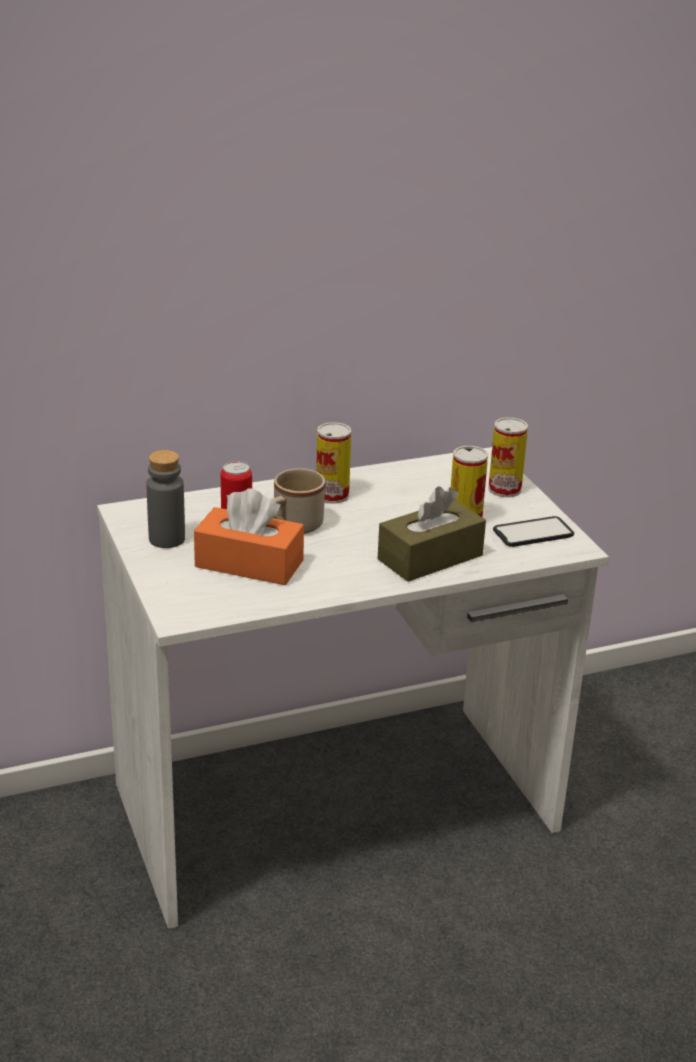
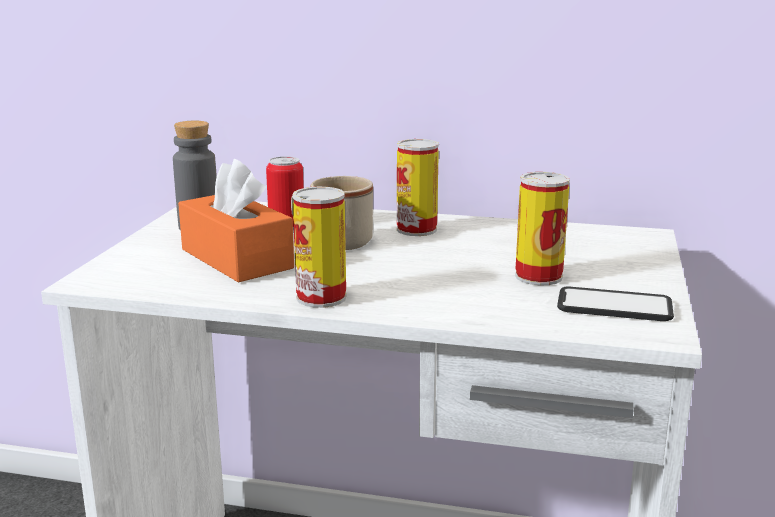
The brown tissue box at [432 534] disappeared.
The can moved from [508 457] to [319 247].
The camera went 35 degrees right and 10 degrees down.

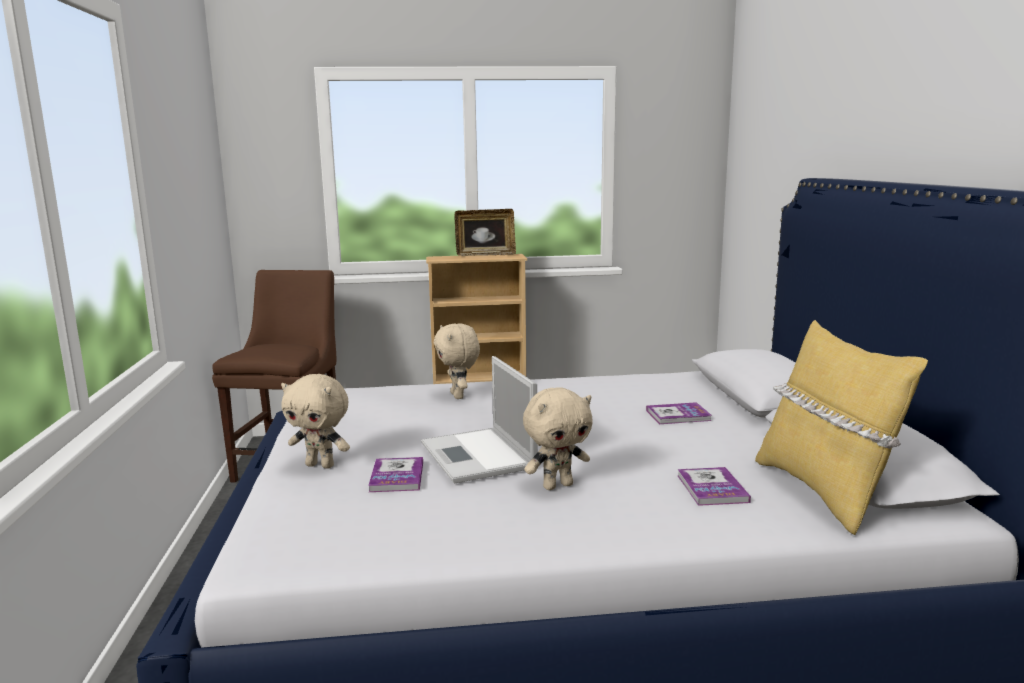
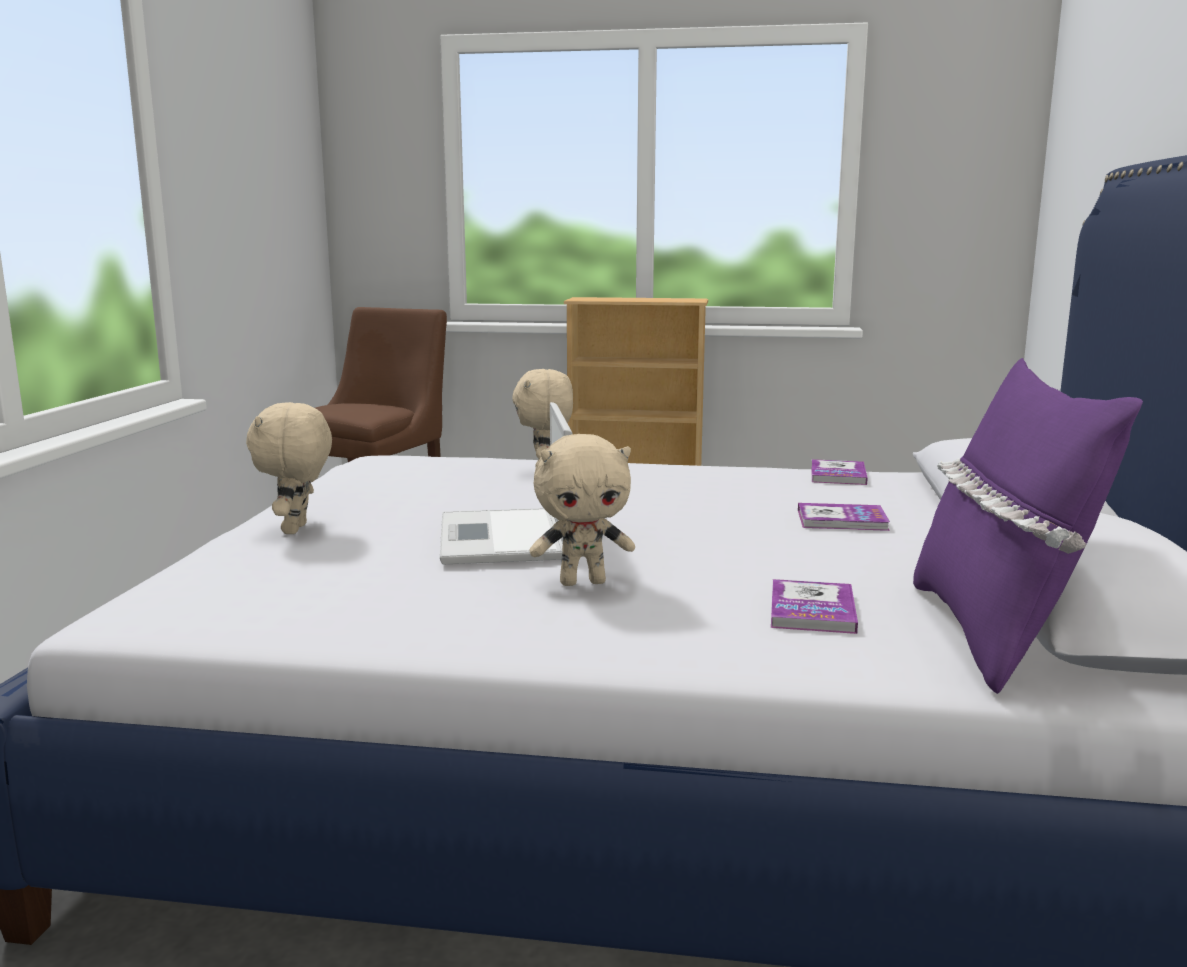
The picture frame at [485 232] disappeared.
The book moved from [395 474] to [839 472].
The yellow pillow at [841 427] became the purple pillow at [1028 526].
The beige plush toy at [315 421] turned 60 degrees clockwise.
The camera went 15 degrees right and 0 degrees up.

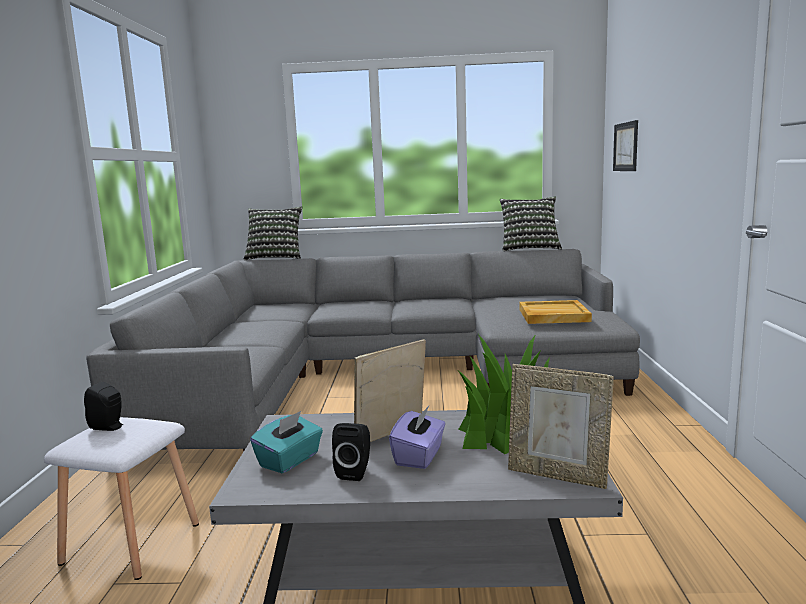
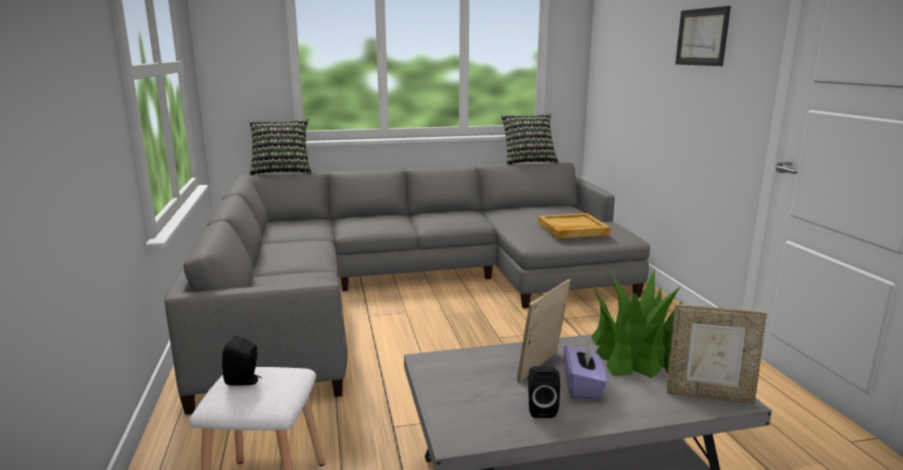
The turquoise tissue box at [286 442] disappeared.
The picture moved from [625 145] to [703 36].
The camera went 15 degrees left and 5 degrees up.

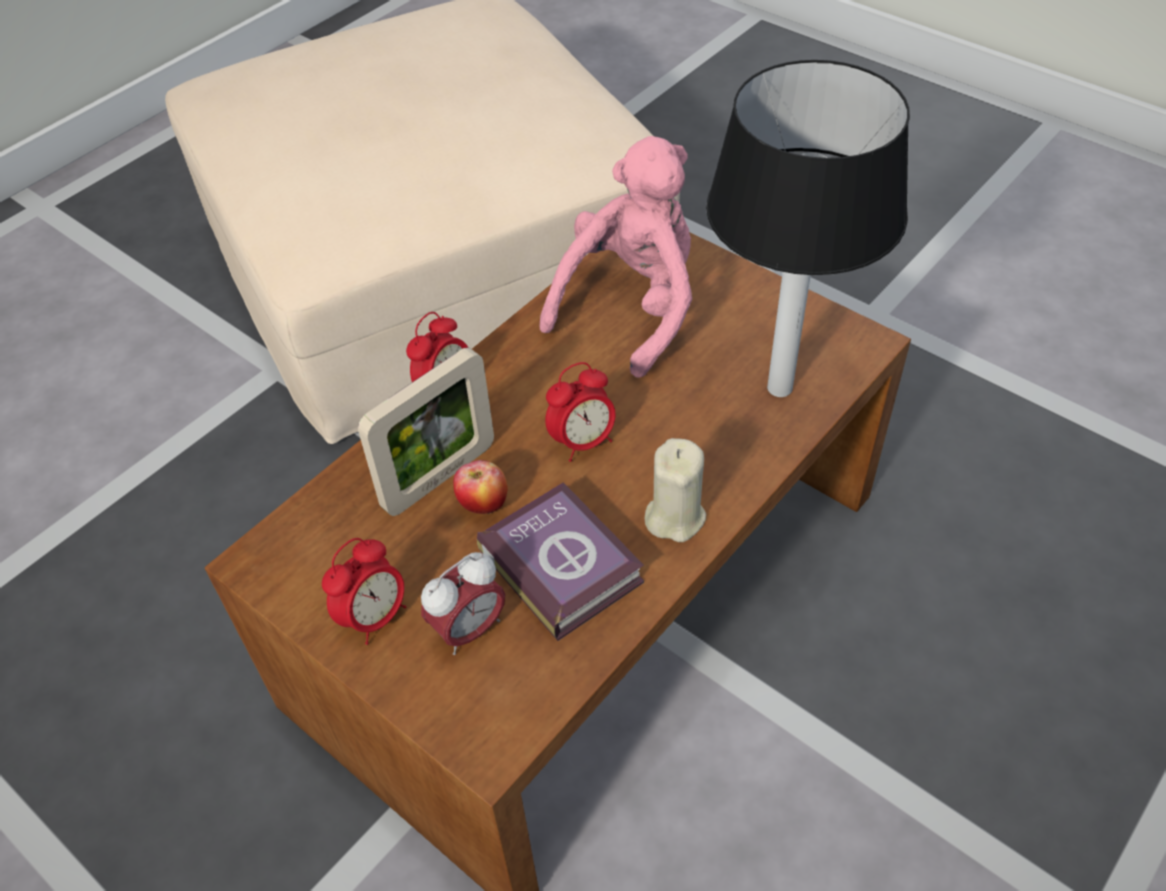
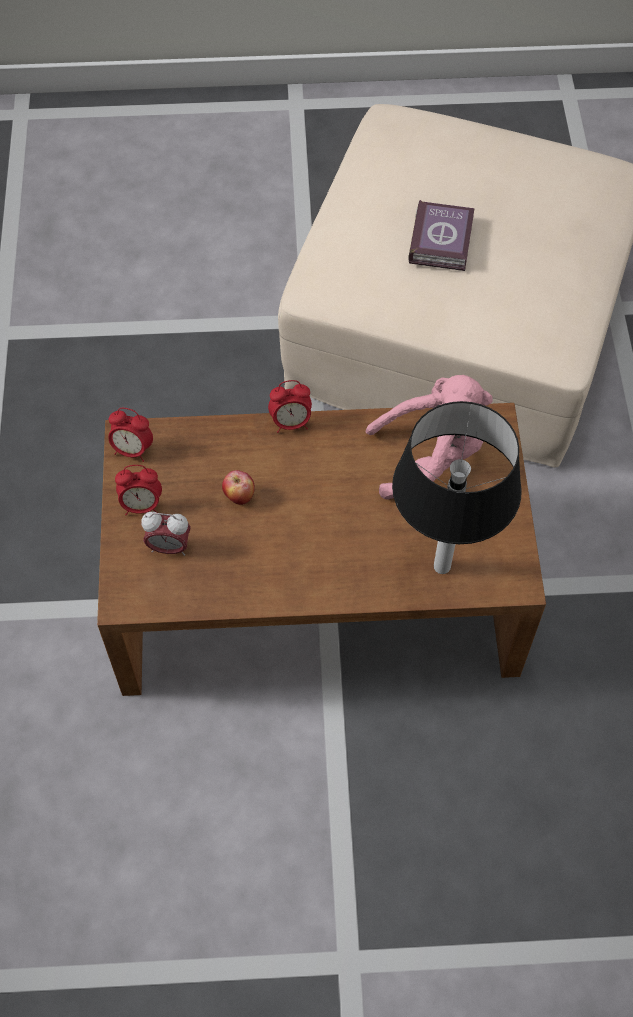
The picture frame at [426 432] disappeared.
The beige candle at [675 490] disappeared.
The book moved from [560 561] to [441 235].
The alarm clock moved from [580 412] to [130 435].
The camera went 45 degrees right and 10 degrees up.

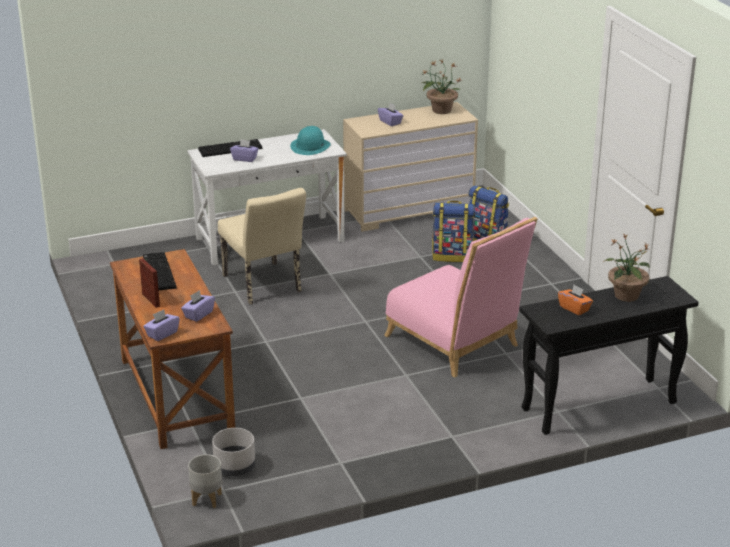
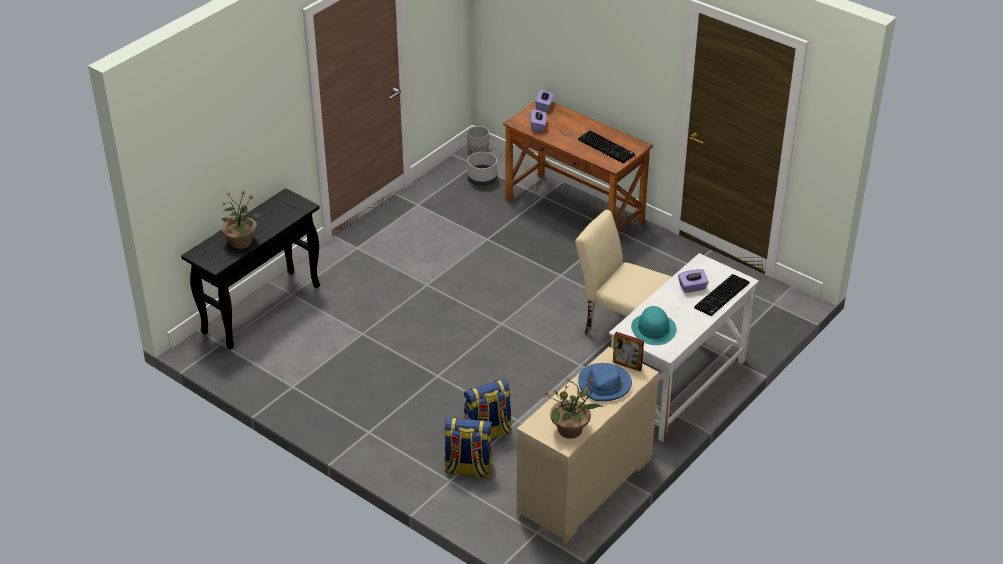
The pink chair at [461 297] disappeared.
The orange tissue box at [575 300] disappeared.
The picture frame moved from [149 283] to [628 351].
The purple tissue box at [390 114] was replaced by the blue hat at [605 382].
The camera went 150 degrees right and 10 degrees up.

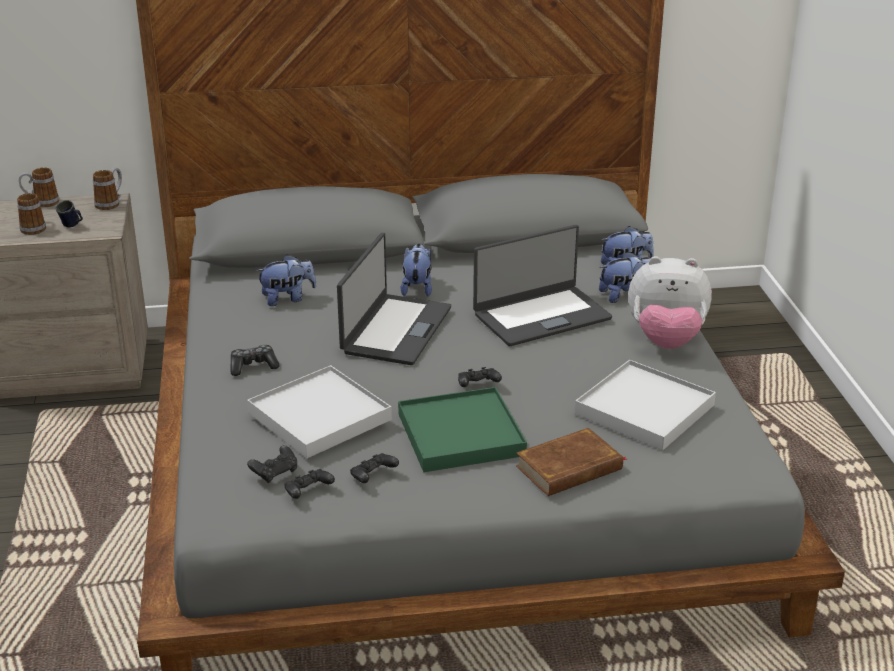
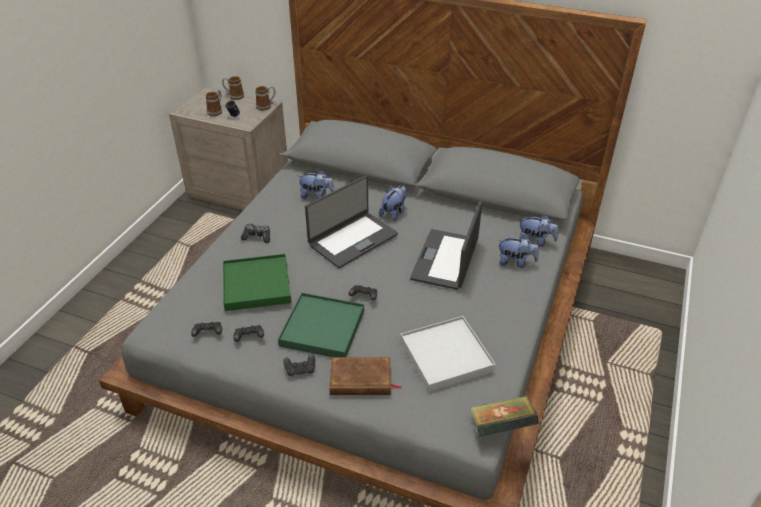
The plush toy at [670 302] disappeared.
The book at [504 416] appeared.
The black game controller moved from [272 464] to [299 365].
The white tray at [319 411] became the green tray at [257 282].
The laptop at [542 285] turned 105 degrees clockwise.
The camera went 30 degrees right and 10 degrees up.

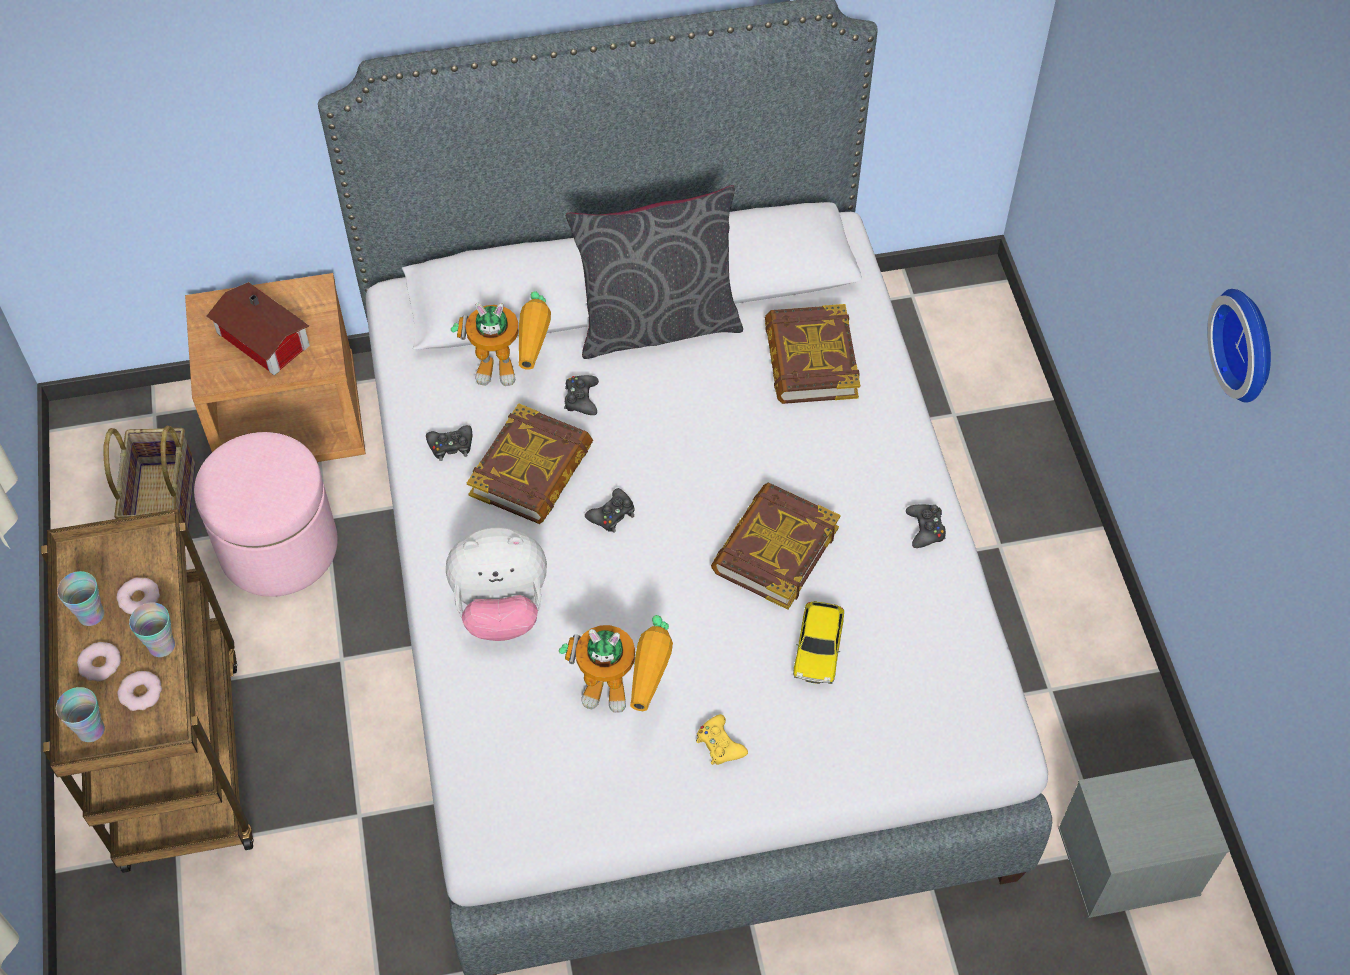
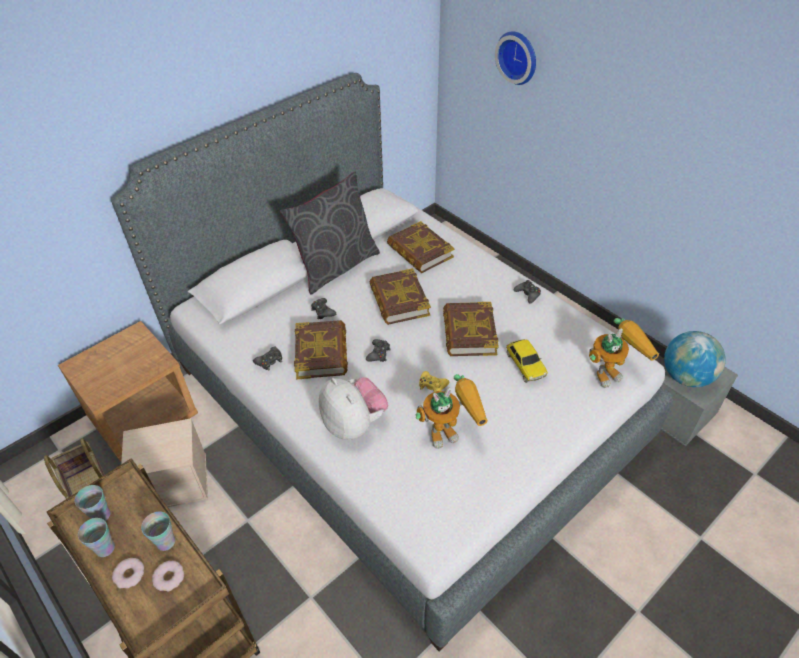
The donut at [138 596] disappeared.
The toy house at [258 328] disappeared.
The book at [400 296] appeared.
The globe at [695 359] appeared.
The cup moved from [80 714] to [93 503].
The toy robot moved from [501 338] to [624 353].
The yellow game controller moved from [722 739] to [434 381].
The wall clock moved from [1239 346] to [515 58].
The pink ottoman at [266 514] was replaced by the beige storage box at [164 462].
The plush toy at [496 584] turned 90 degrees counterclockwise.
The camera went 30 degrees left and 10 degrees down.

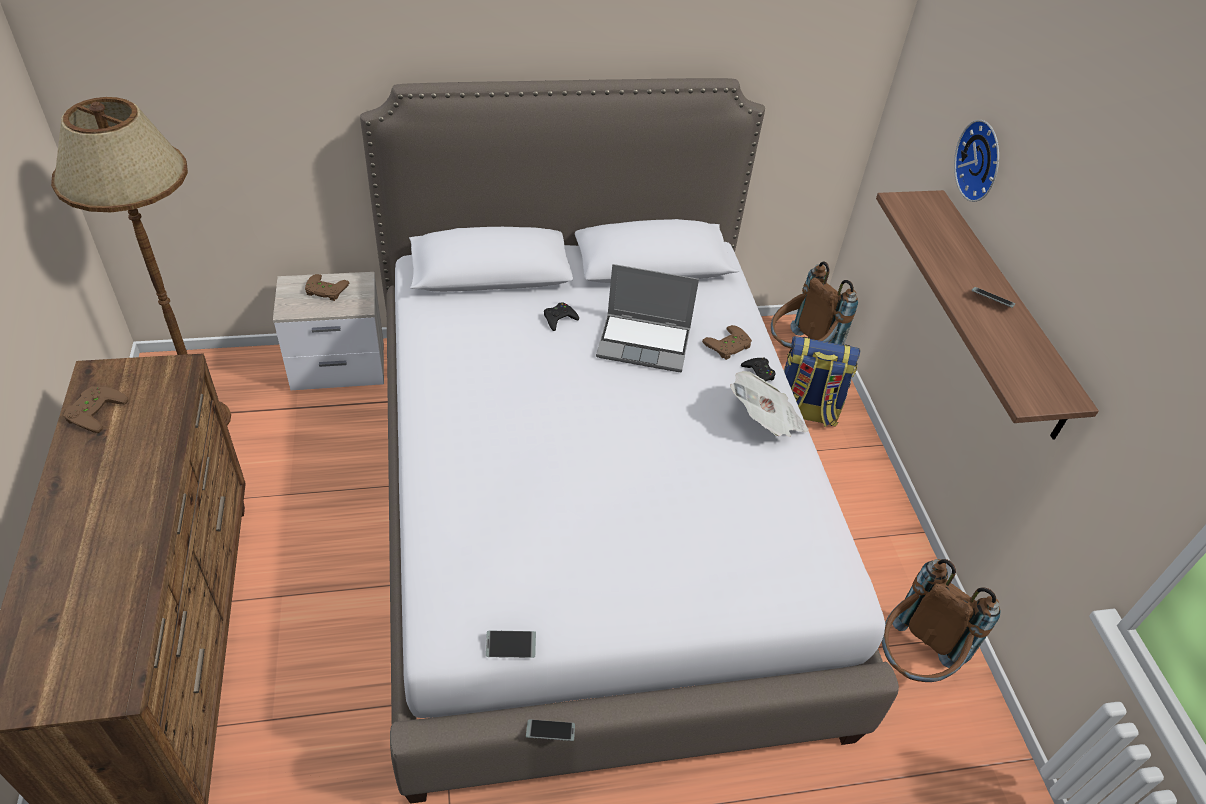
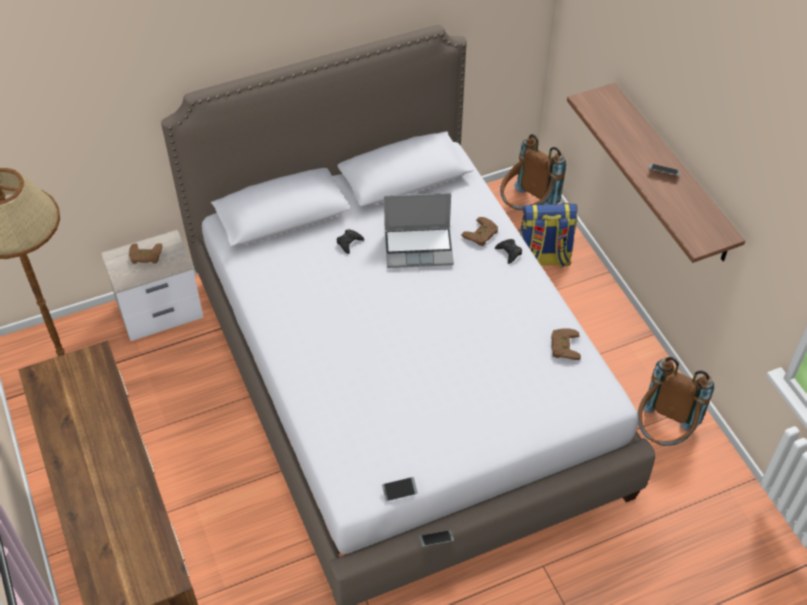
The newspaper at [769 404] disappeared.
The wall clock at [976 161] disappeared.
The brown game controller moved from [96 409] to [566 344].
The camera went 10 degrees left and 5 degrees up.

